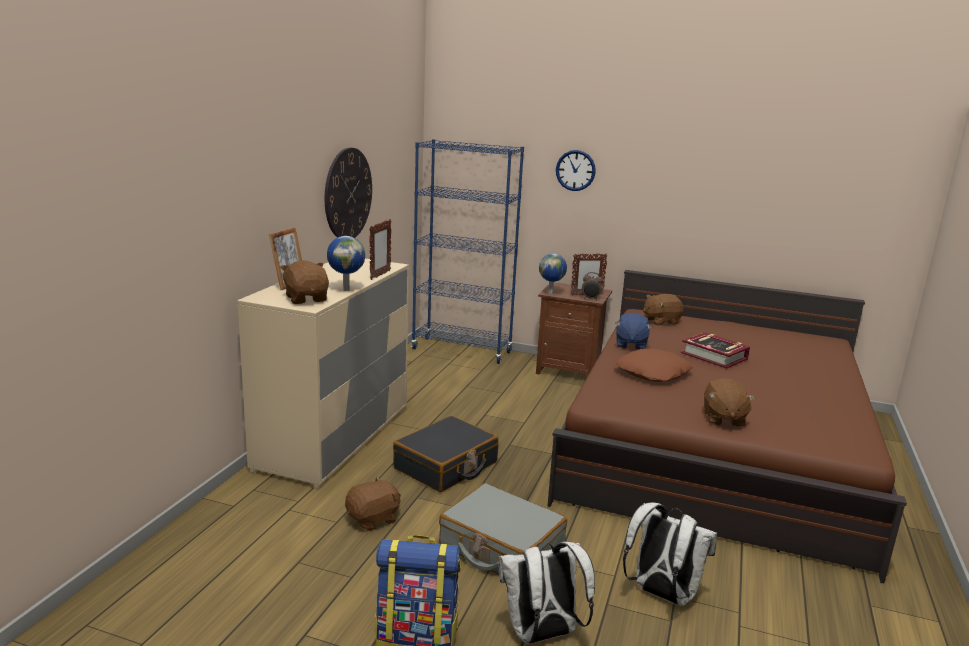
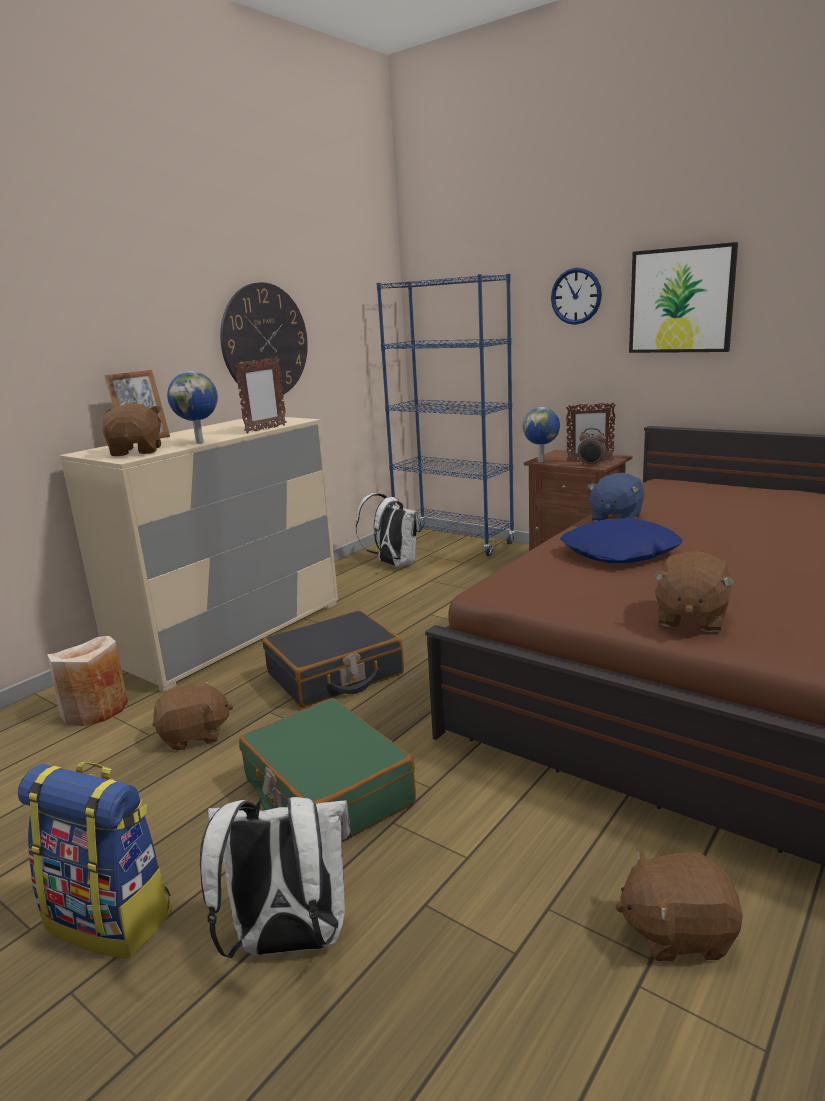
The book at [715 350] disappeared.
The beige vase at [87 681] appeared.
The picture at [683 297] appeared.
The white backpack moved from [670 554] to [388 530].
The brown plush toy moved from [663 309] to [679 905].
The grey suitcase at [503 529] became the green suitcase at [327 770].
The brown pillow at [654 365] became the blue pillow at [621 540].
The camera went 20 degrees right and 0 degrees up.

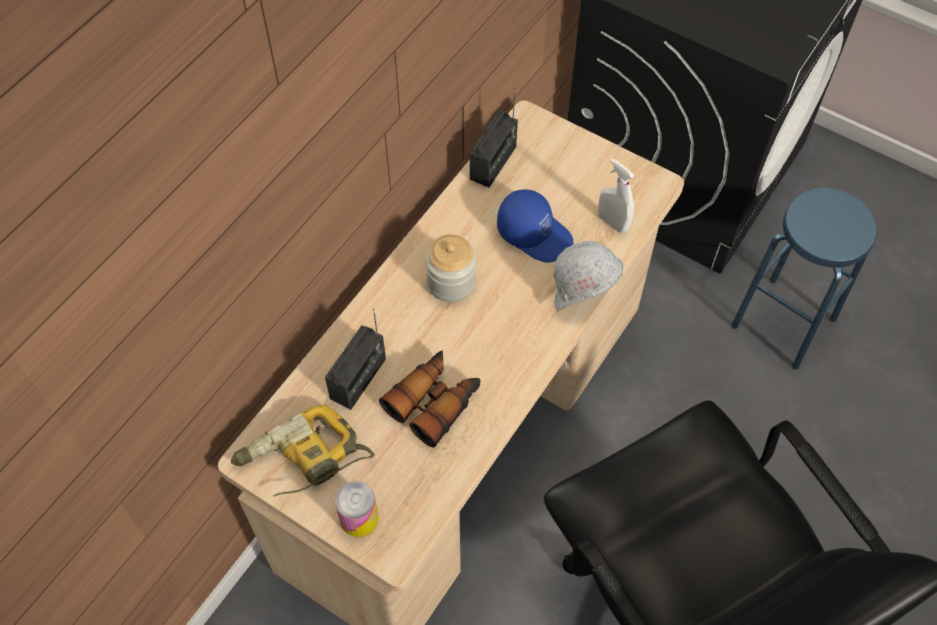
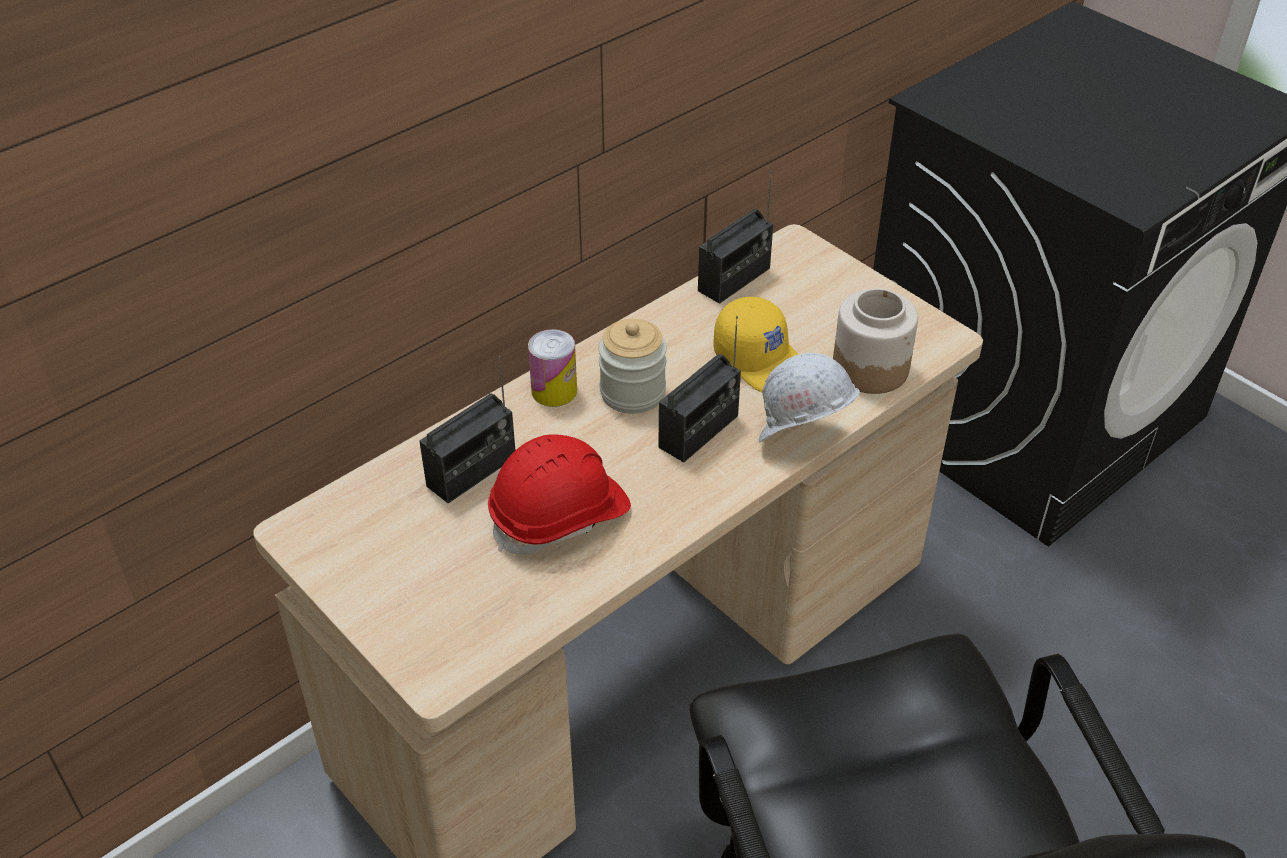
The power drill at [303 451] disappeared.
The blue stool at [804 278] disappeared.
The radio at [699 389] appeared.
The can moved from [357 509] to [552 368].
The binoculars at [429 399] was replaced by the red hard hat at [559 494].
The white spray bottle at [616 195] was replaced by the jar at [875 341].
The blue cap at [535 226] became the yellow cap at [756 344].
The camera went 15 degrees right and 15 degrees down.

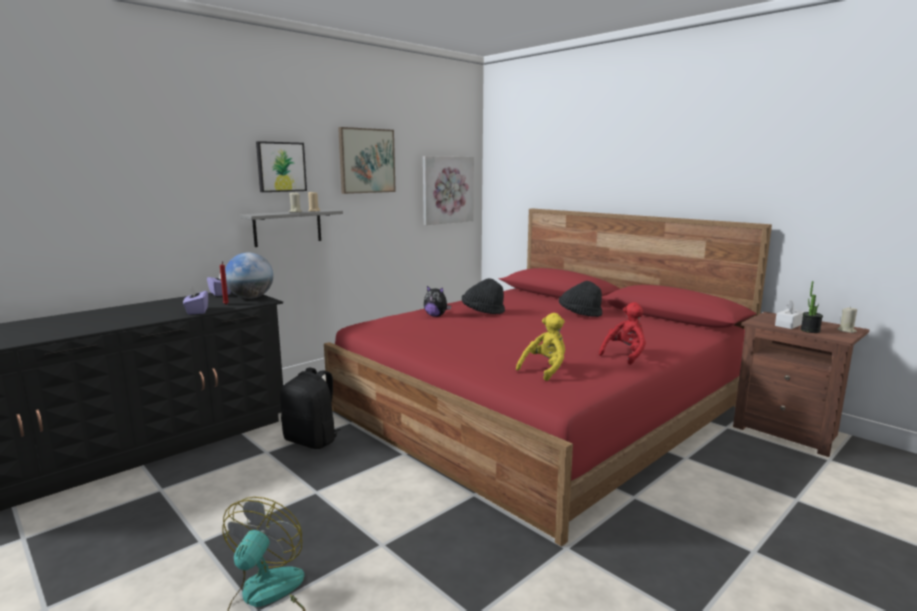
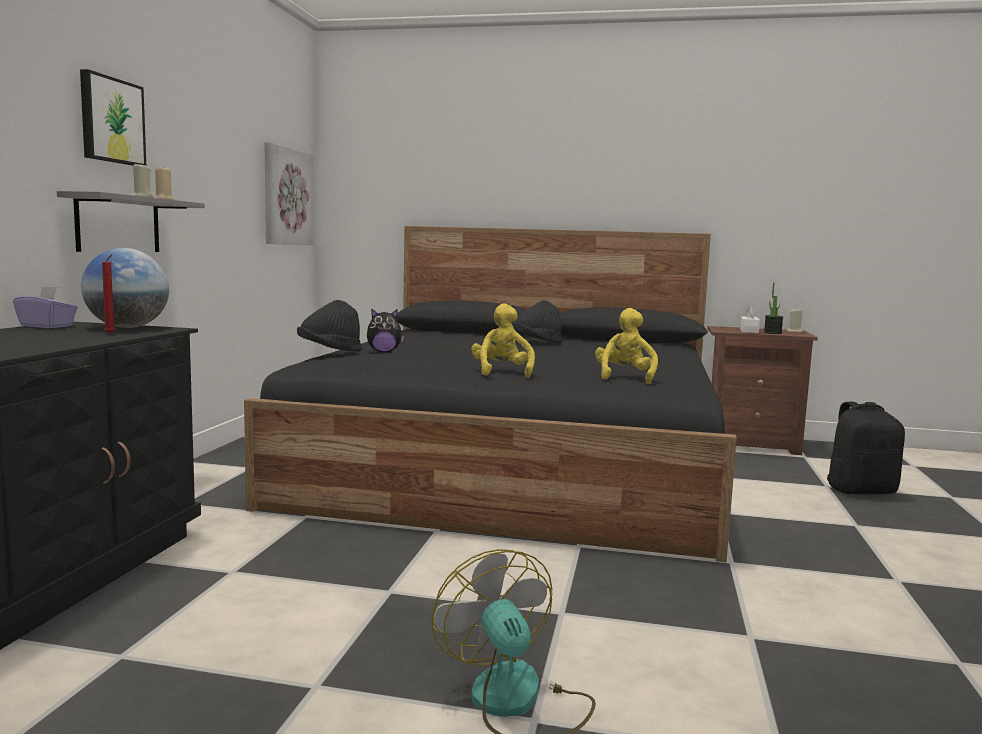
The purple tissue box at [195 300] disappeared.
The picture at [367 160] disappeared.
The red plush toy at [622 333] disappeared.
The yellow plush toy at [503 341] appeared.
The black backpack moved from [310 408] to [866 448].
The black hat moved from [483 296] to [329 326].
The red bed at [548 377] became the black bed at [490 394].
The camera went 35 degrees left and 5 degrees down.

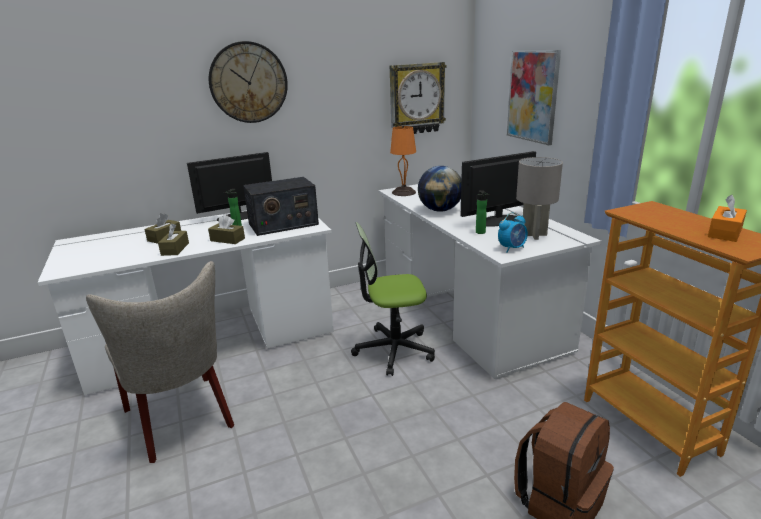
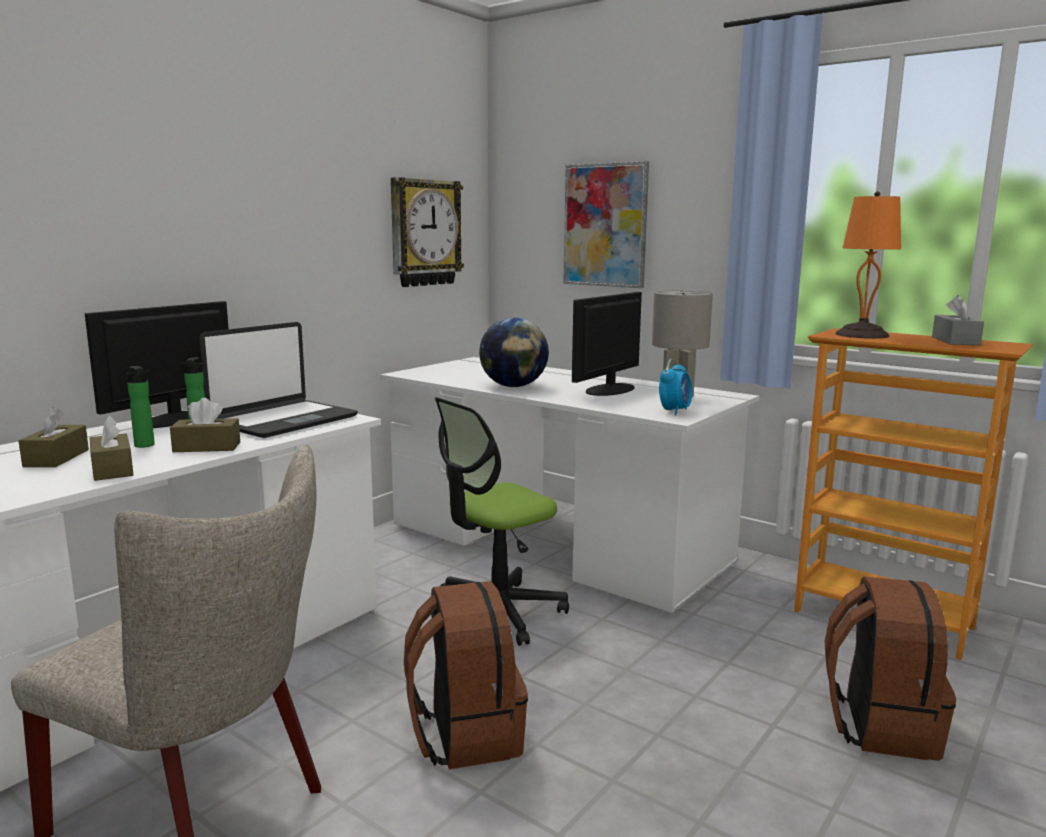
The wall clock at [248 82] disappeared.
The brown backpack at [466 675] appeared.
The orange table lamp moved from [403 160] to [868 265].
The bottle moved from [483 212] to [140 407].
The radio at [281 206] was replaced by the laptop at [278 380].
The orange tissue box at [727 218] became the grey tissue box at [958 320].
The camera went 30 degrees left and 10 degrees down.

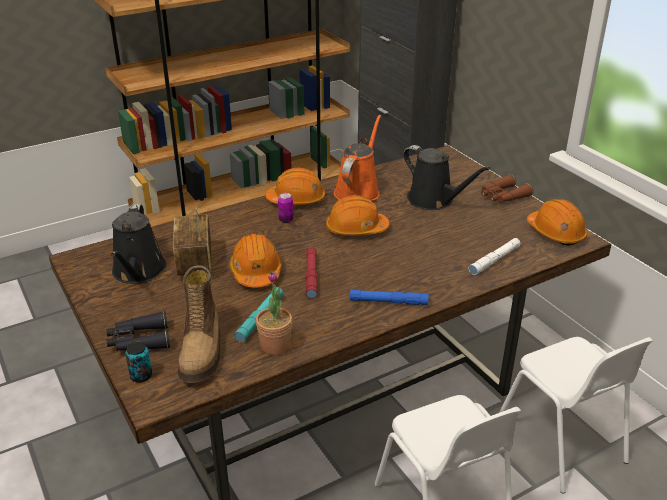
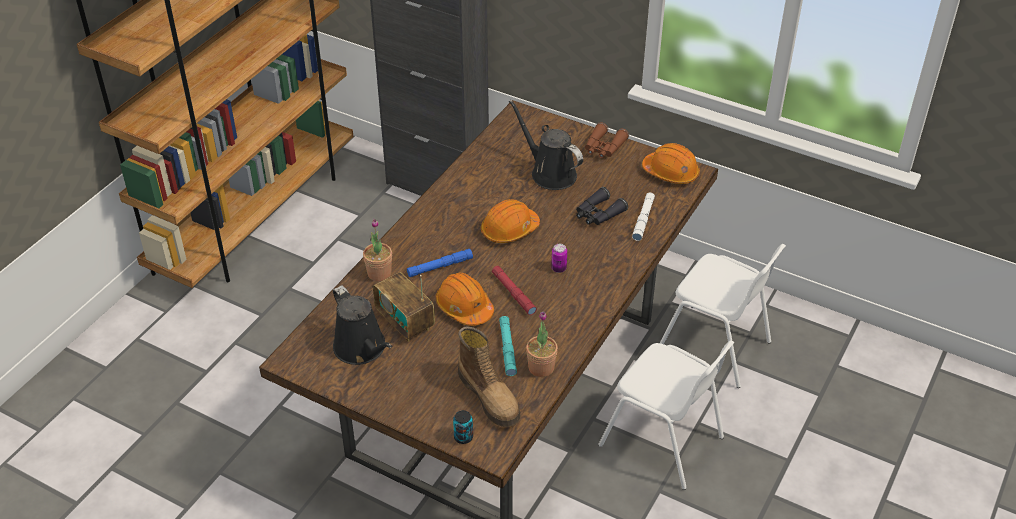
The orange hard hat at [295 186] disappeared.
The orange watering can at [357 158] disappeared.
The potted plant at [377 250] appeared.
The black binoculars moved from [138 331] to [602 206].
The can moved from [286 208] to [559 258].
The blue flashlight moved from [389 297] to [440 263].
The black watering can at [447 177] turned 150 degrees counterclockwise.
The camera went 30 degrees left and 10 degrees up.

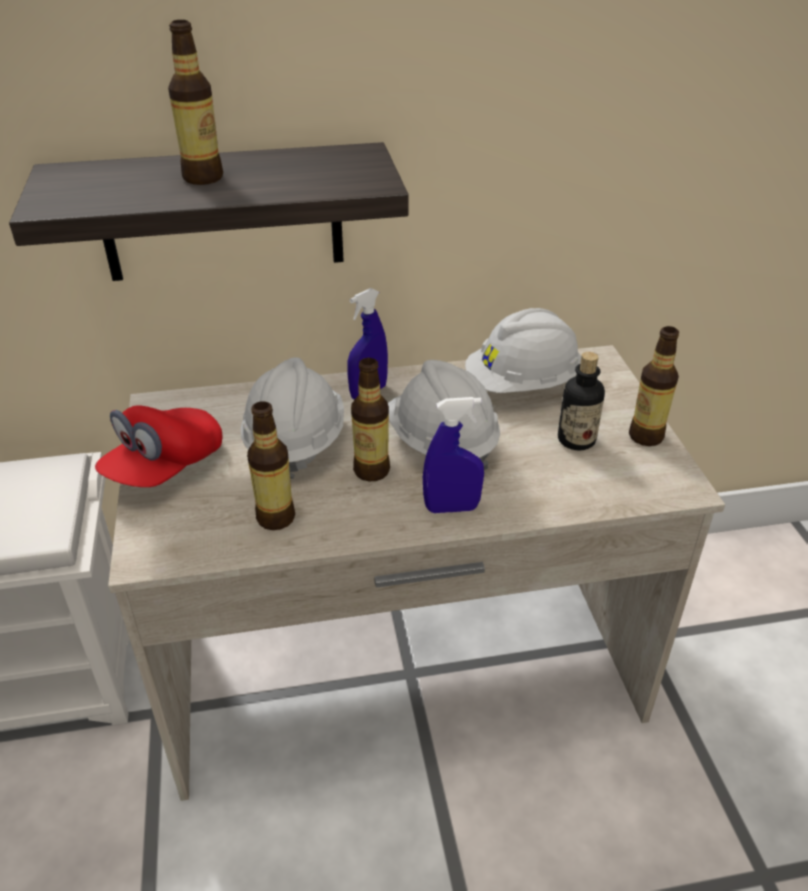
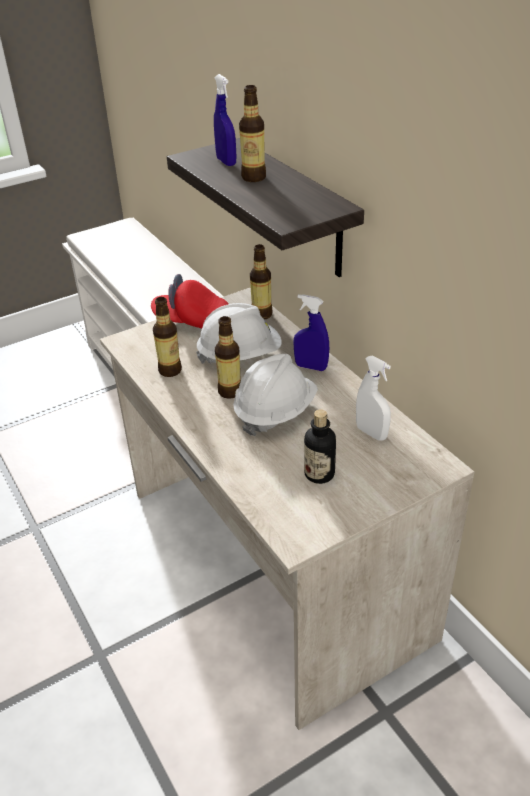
The blue spray bottle moved from [453 455] to [225 120].
The bottle moved from [654 386] to [261 282].
The white hard hat at [523 350] was replaced by the white spray bottle at [373 398].
The camera went 70 degrees right and 0 degrees up.

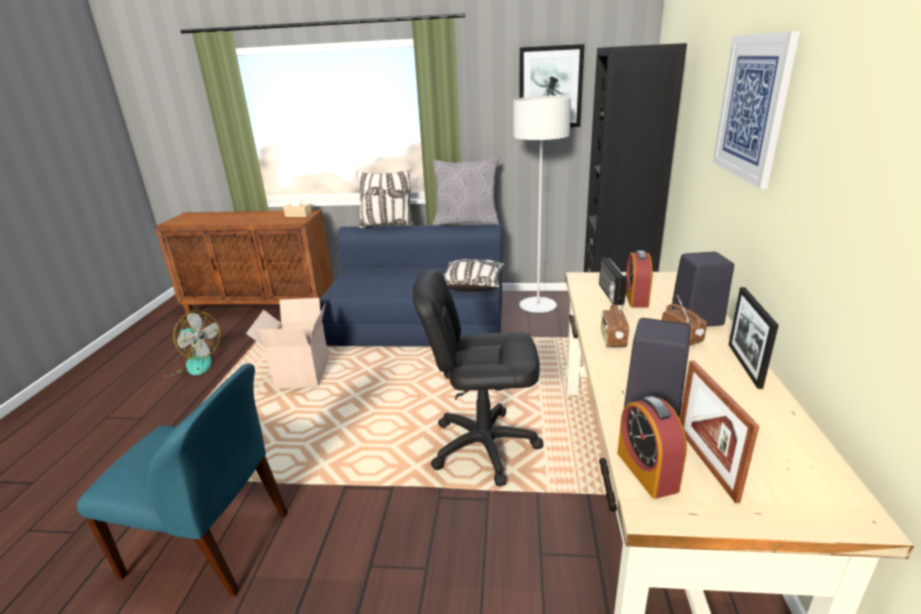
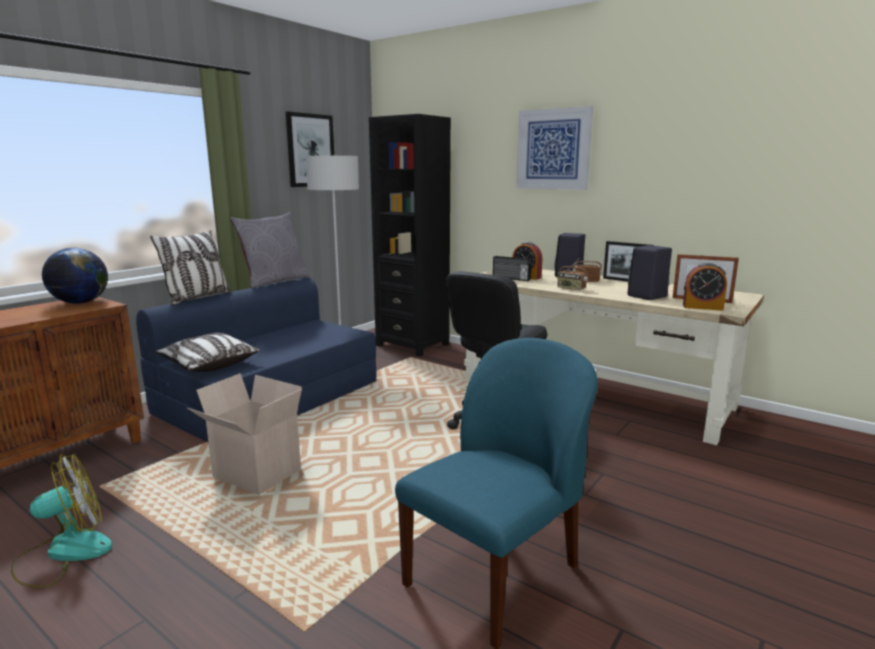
The pillow moved from [474 275] to [207 352].
The beige tissue box at [297 206] was replaced by the globe at [75 276].
The camera went 60 degrees left and 10 degrees down.

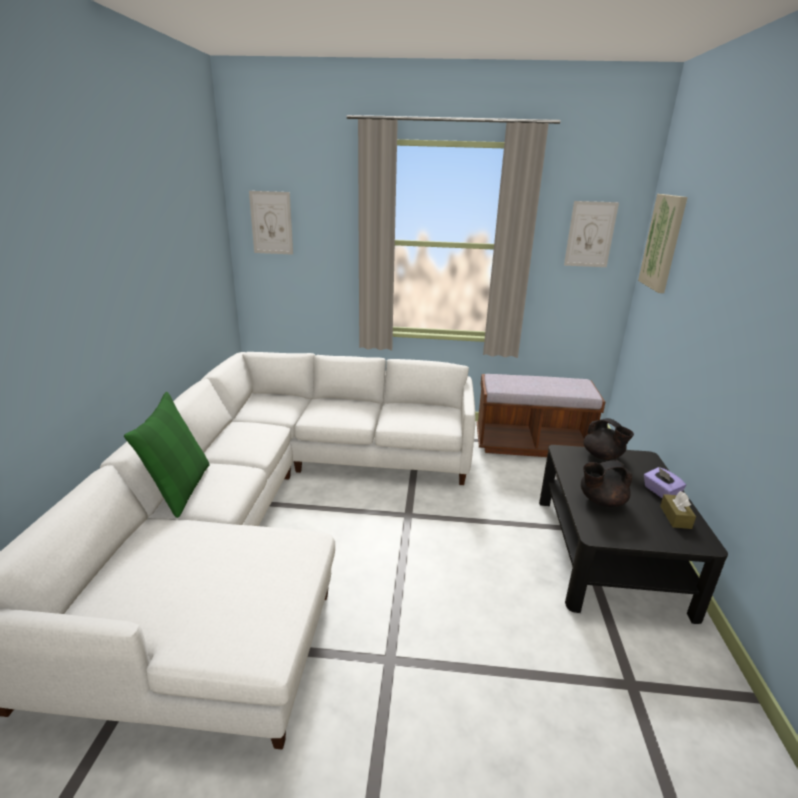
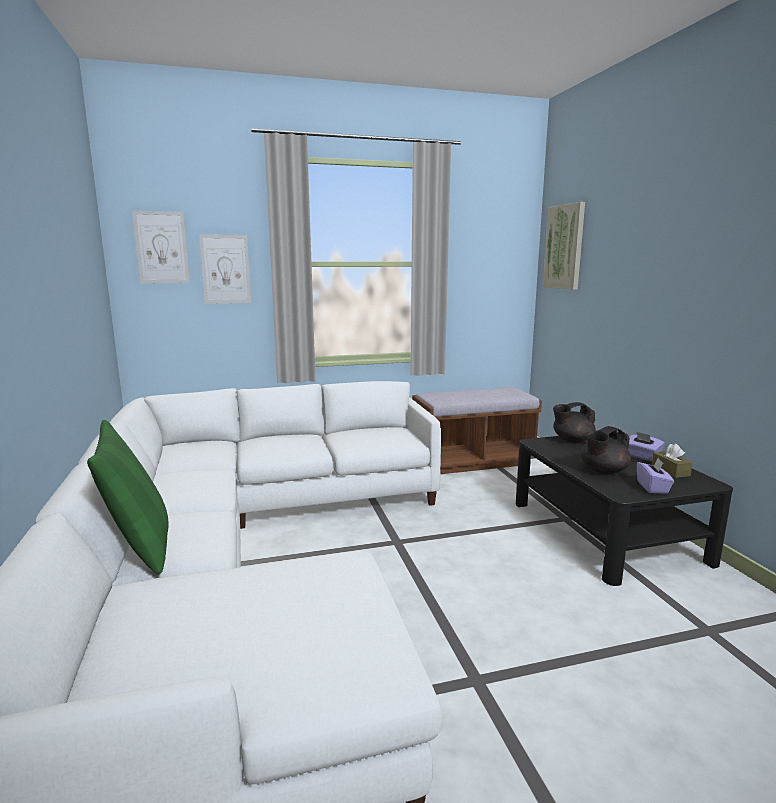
The purple tissue box at [655 476] appeared.
The picture moved from [591 234] to [225 269].
The black teapot at [609 439] turned 135 degrees clockwise.
The camera went 20 degrees left and 10 degrees down.

